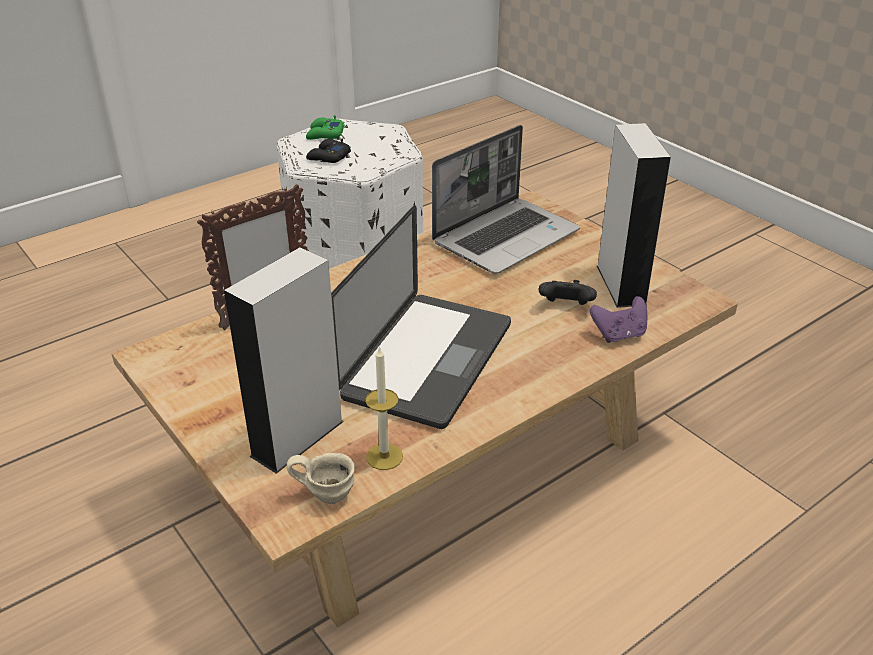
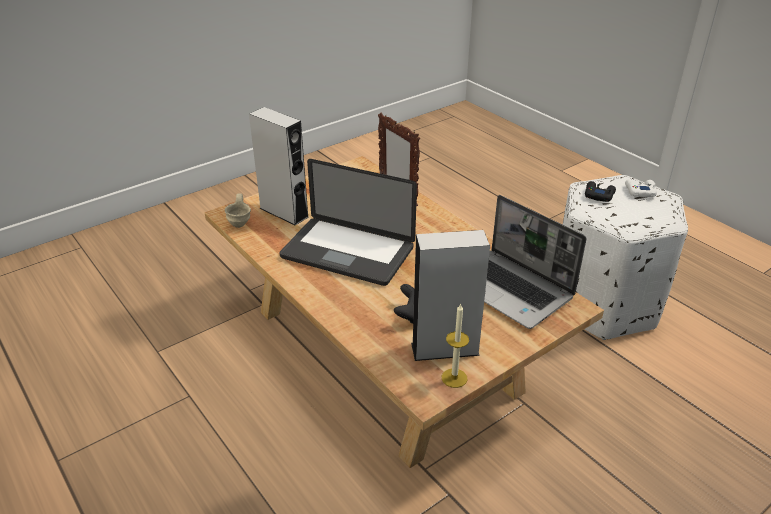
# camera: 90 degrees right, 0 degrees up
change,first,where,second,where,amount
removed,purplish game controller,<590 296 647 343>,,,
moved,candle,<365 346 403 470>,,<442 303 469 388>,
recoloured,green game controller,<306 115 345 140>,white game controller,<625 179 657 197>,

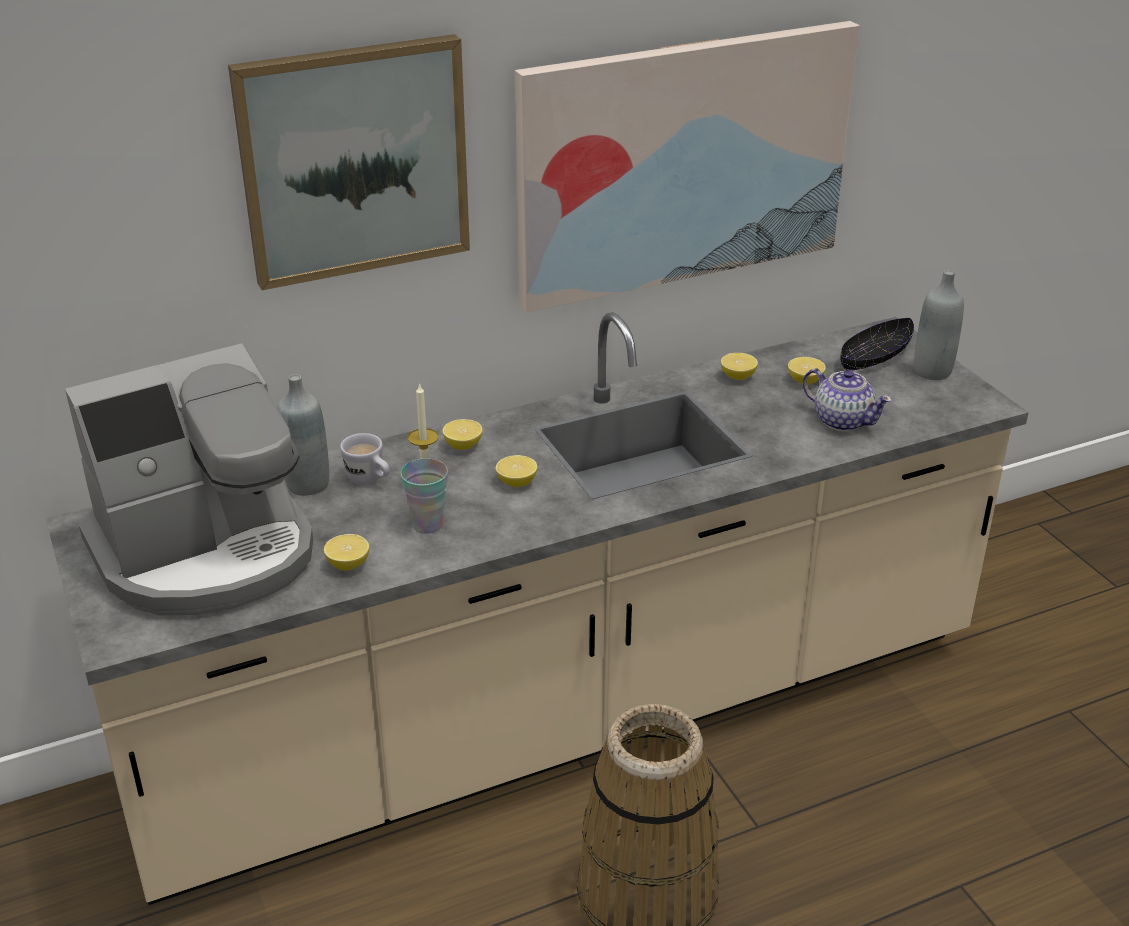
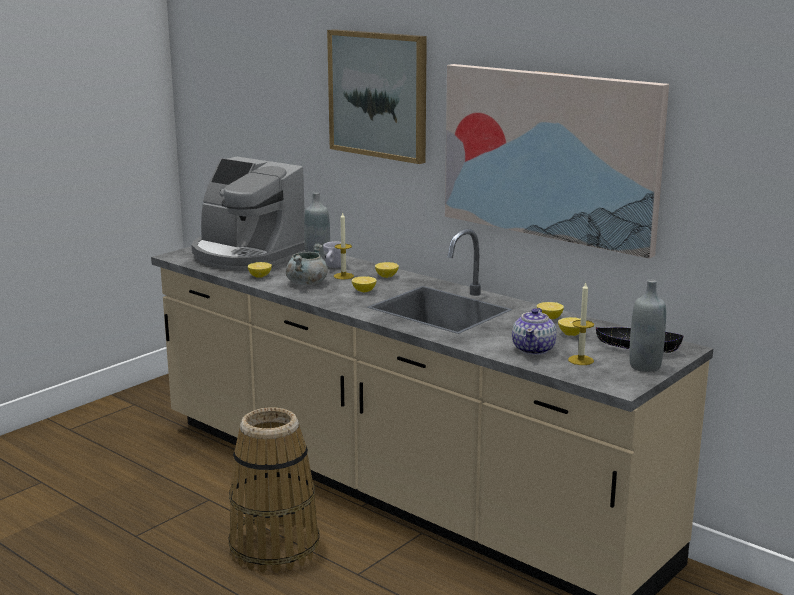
# camera: 65 degrees right, 15 degrees down
change,first,where,second,where,amount
added,,,candle,<568 283 594 365>,
replaced,cup,<400 458 448 534>,gray stockpot,<286 243 328 285>,

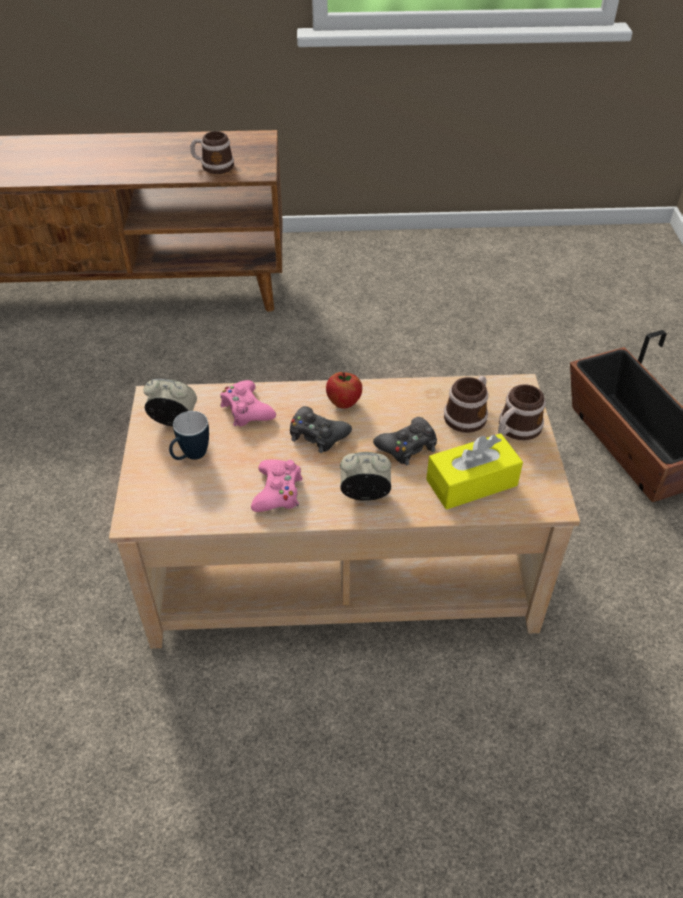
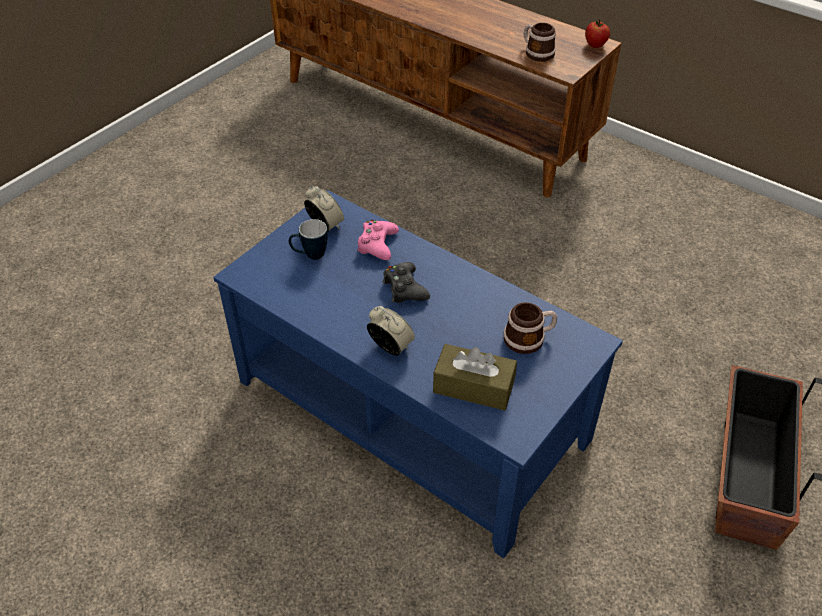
# camera: 40 degrees right, 0 degrees up
change,first,where,second,where,amount
removed,pinkish game controller,<251 459 303 512>,,,
removed,blackish game controller,<373 417 437 465>,,,
removed,tea mug,<498 384 546 440>,,,
moved,whole apple,<326 372 362 408>,,<585 19 610 48>,
recoloured,beige coffee table,<109 374 580 649>,blue-coloured coffee table,<213 190 623 558>,
recoloured,yellow box of tissues,<426 433 523 509>,brown box of tissues,<433 344 517 410>,

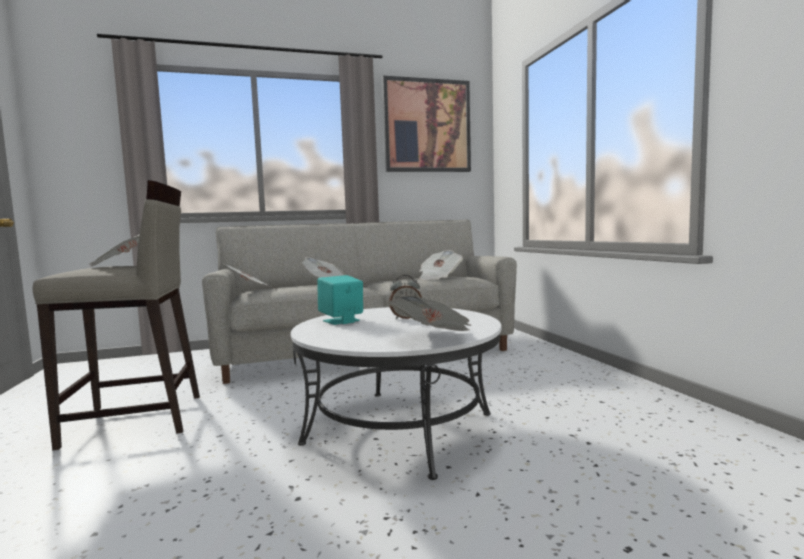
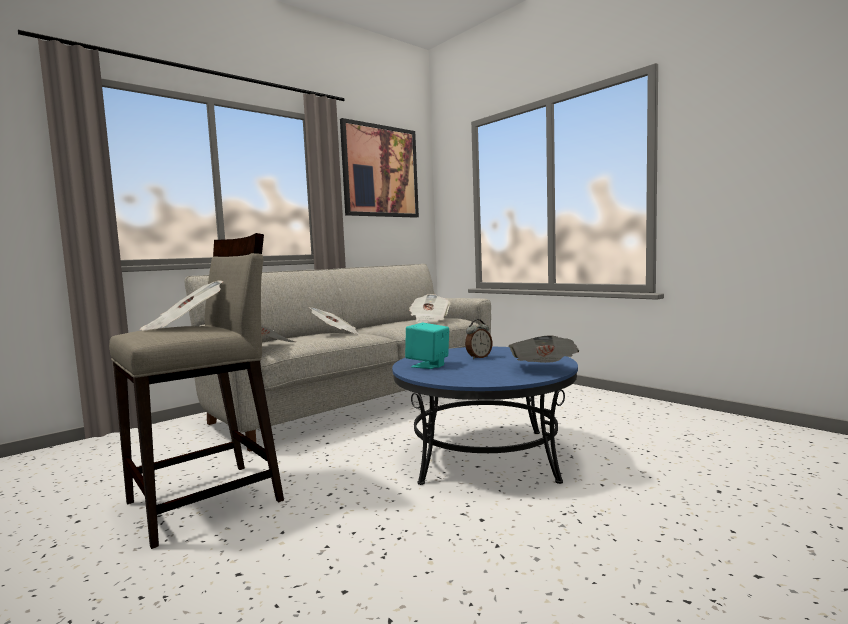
# camera: 25 degrees left, 0 degrees up
change,first,where,second,where,amount
recoloured,white coffee table,<291 307 501 480>,blue-coloured coffee table,<392 347 578 485>,

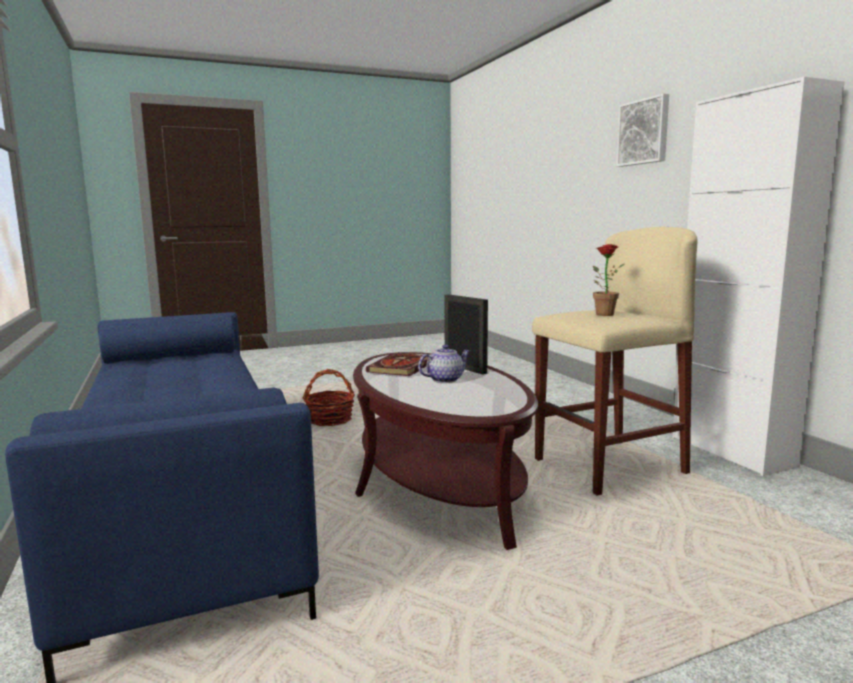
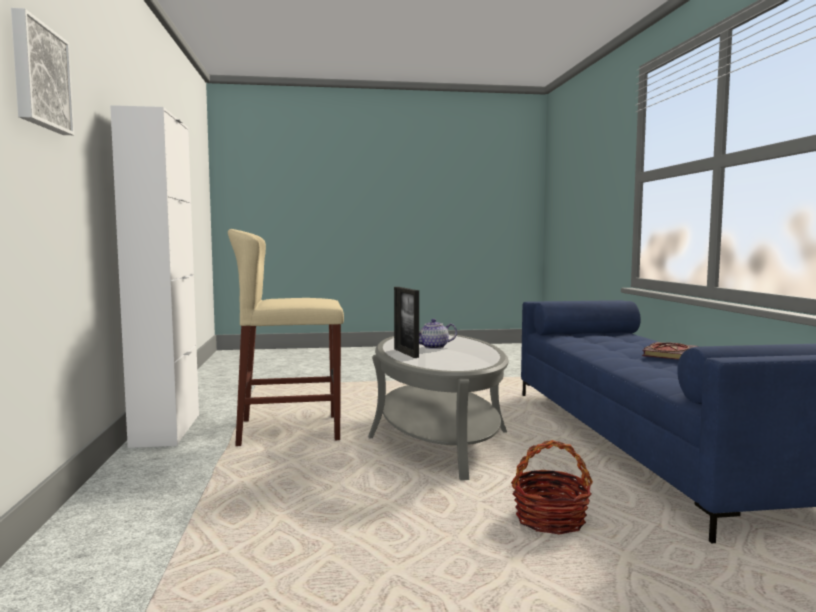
# camera: 165 degrees left, 5 degrees down
change,first,where,second,where,amount
removed,houseplant,<593 244 624 316>,,,
moved,book,<366 353 428 376>,,<642 342 699 360>,
recoloured,brown coffee table,<353 352 538 550>,gray coffee table,<368 334 508 480>,

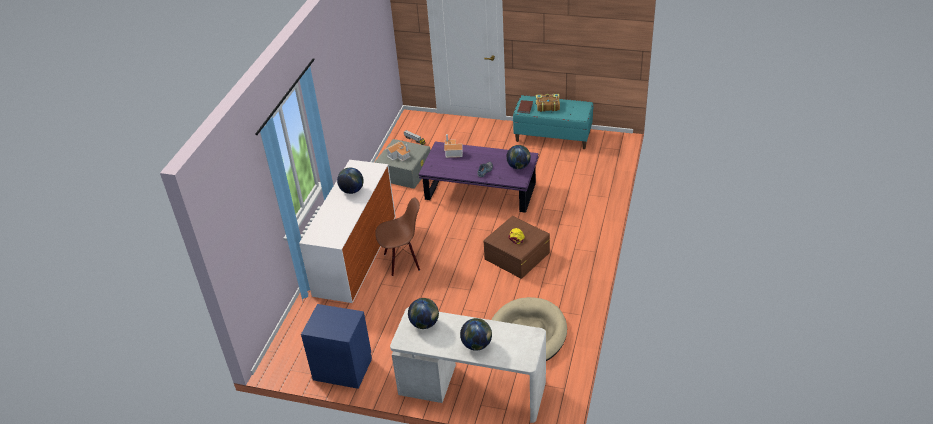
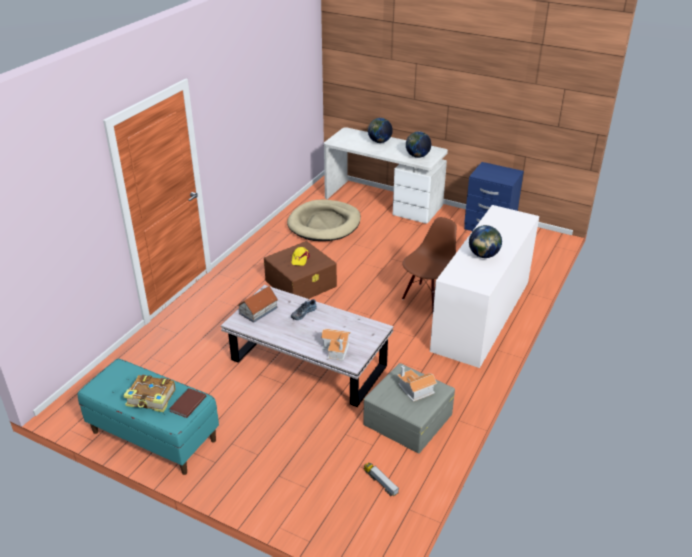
# camera: 170 degrees left, 5 degrees down
change,first,where,second,where,amount
replaced,globe,<506 145 531 169>,miniature house,<237 286 278 323>,
recoloured,purplish coffee table,<419 142 538 213>,white coffee table,<221 285 393 407>,
turned,brown upright chair,<375 197 420 276>,,<402 217 457 313>,135 degrees clockwise

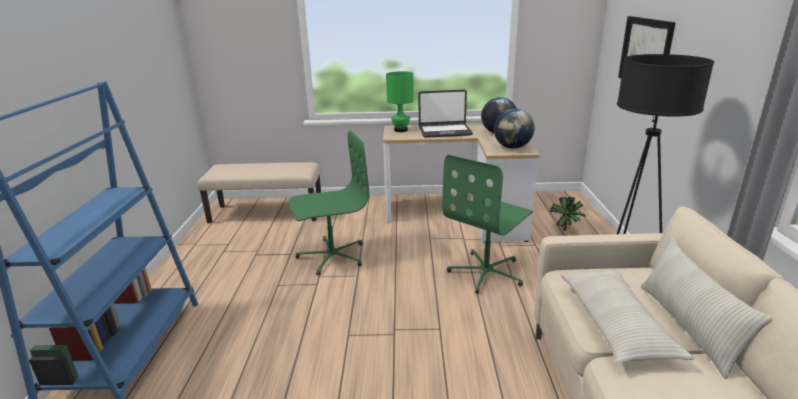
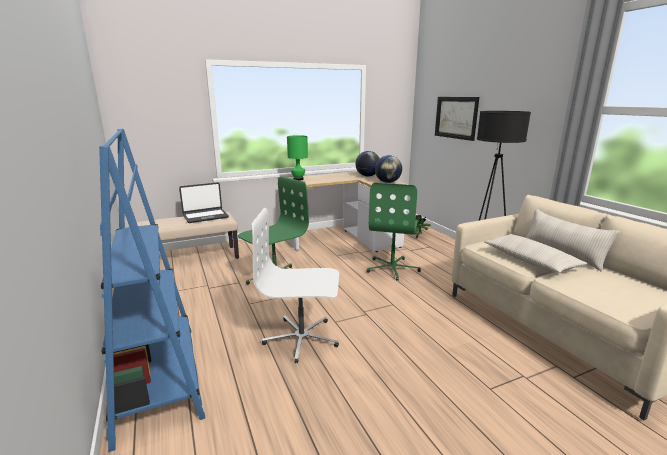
# camera: 25 degrees left, 5 degrees down
change,first,where,second,where,amount
added,,,white office chair,<252 208 339 363>,
moved,notebook computer,<418 90 473 138>,,<179 182 229 223>,

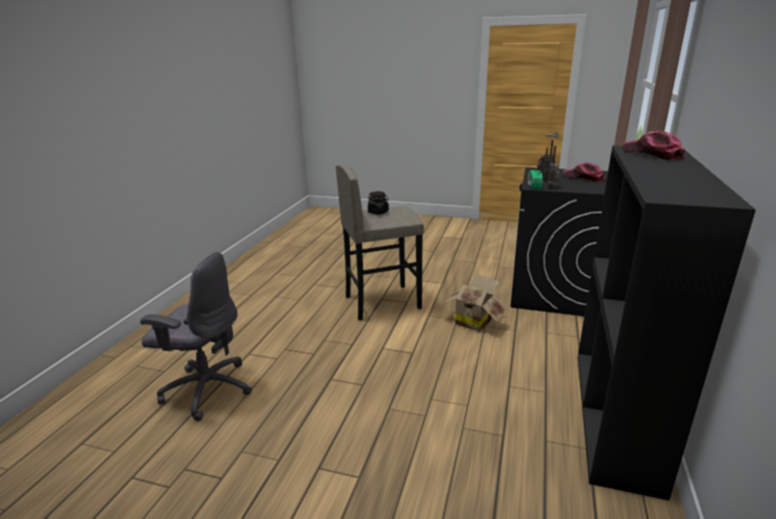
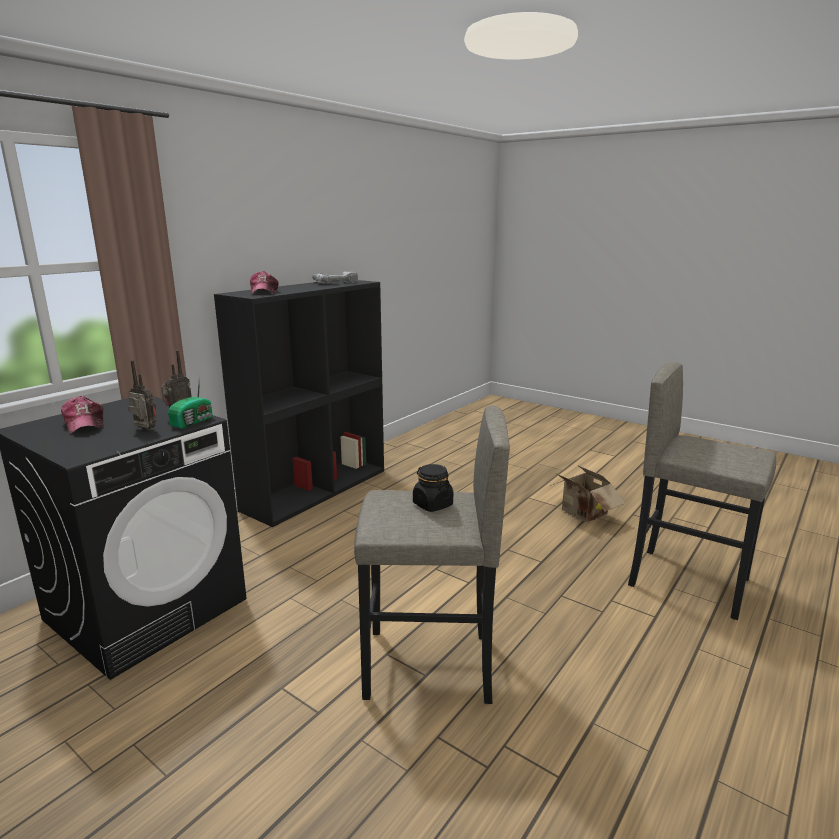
# camera: 160 degrees left, 5 degrees down
change,first,where,second,where,amount
added,,,drill,<312 271 358 284>,
moved,cardboard box,<442 275 508 332>,,<550 466 625 522>,
replaced,gray office chair,<140 252 252 421>,gray stool,<628 362 776 620>,

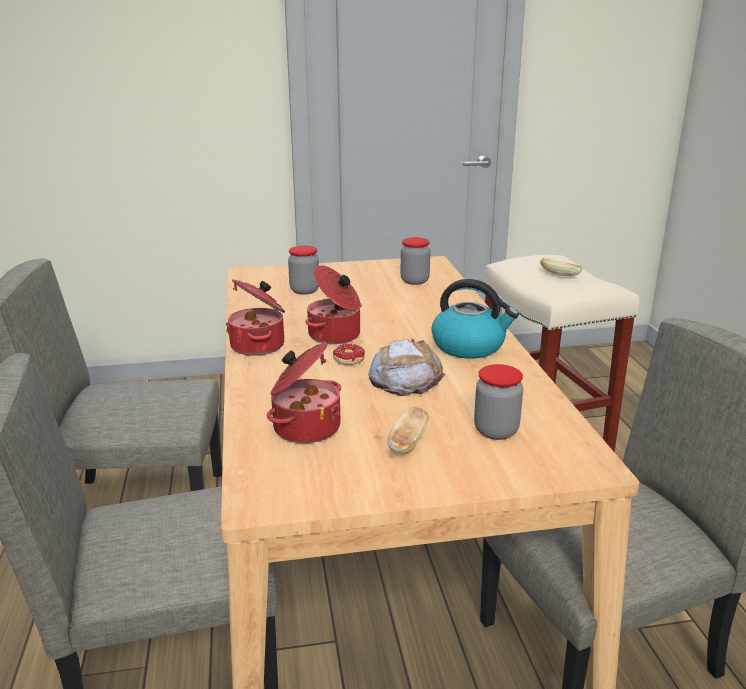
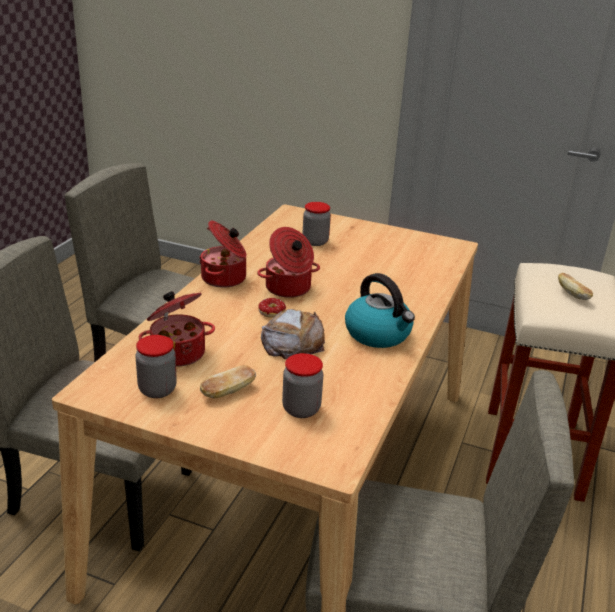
# camera: 30 degrees right, 5 degrees up
change,first,where,second,where,amount
moved,preserve jar,<401 237 430 285>,,<135 335 177 398>,

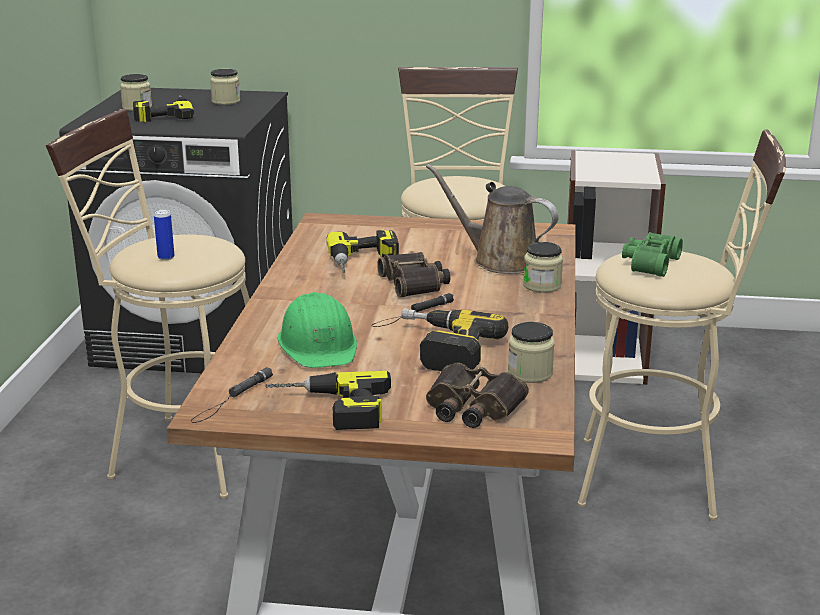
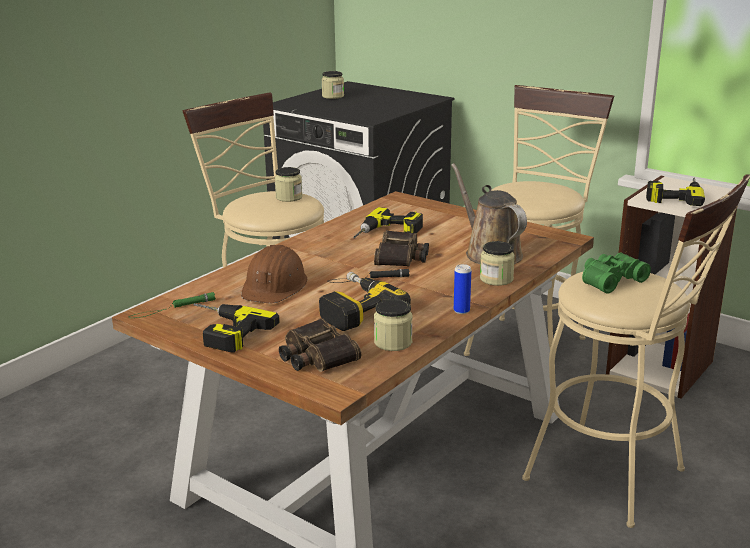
# camera: 30 degrees right, 0 degrees up
change,first,where,second,where,amount
moved,drill,<133 95 194 122>,,<646 178 705 206>,
moved,can,<154 209 175 260>,,<454 264 471 314>,
moved,preserve jar,<210 69 240 105>,,<275 167 302 202>,
recoloured,blackish hand torch,<191 367 273 423>,green hand torch,<128 292 216 318>,
recoloured,green hard hat,<278 292 357 368>,brown hard hat,<241 245 308 303>,

